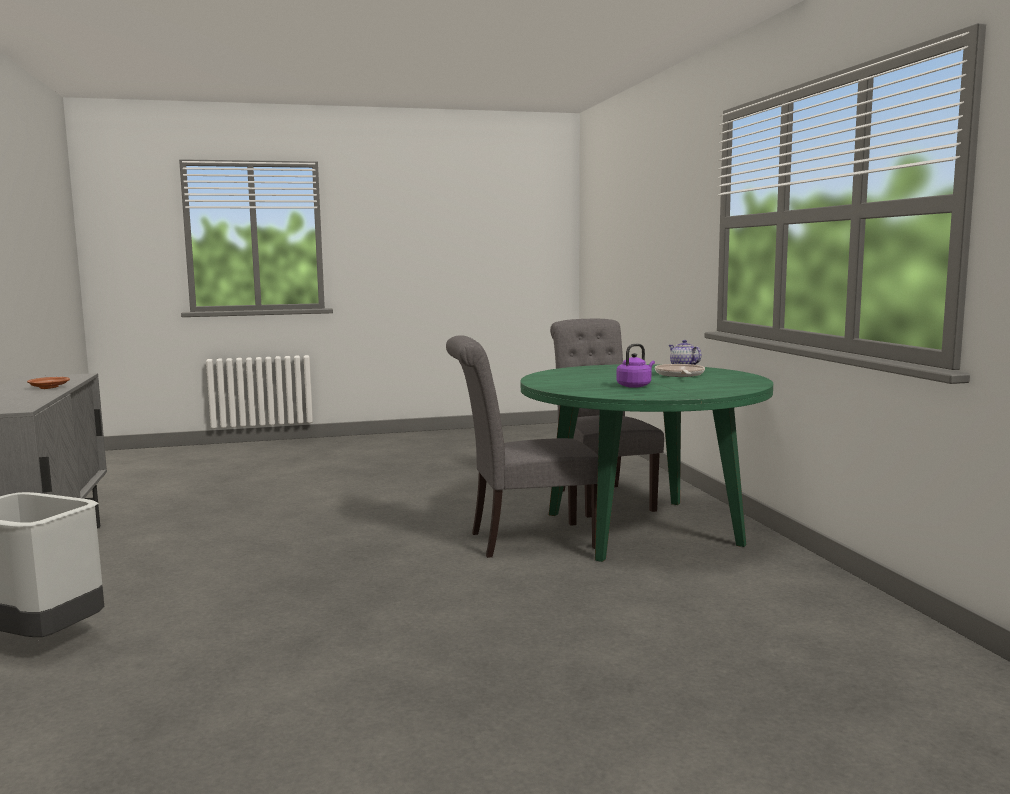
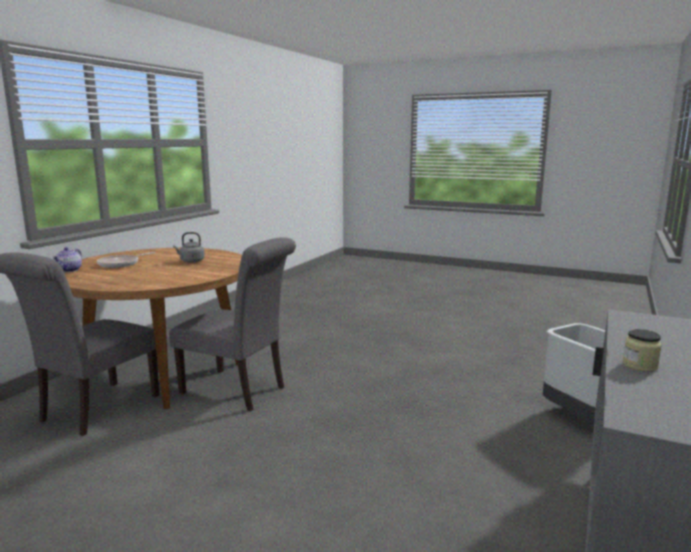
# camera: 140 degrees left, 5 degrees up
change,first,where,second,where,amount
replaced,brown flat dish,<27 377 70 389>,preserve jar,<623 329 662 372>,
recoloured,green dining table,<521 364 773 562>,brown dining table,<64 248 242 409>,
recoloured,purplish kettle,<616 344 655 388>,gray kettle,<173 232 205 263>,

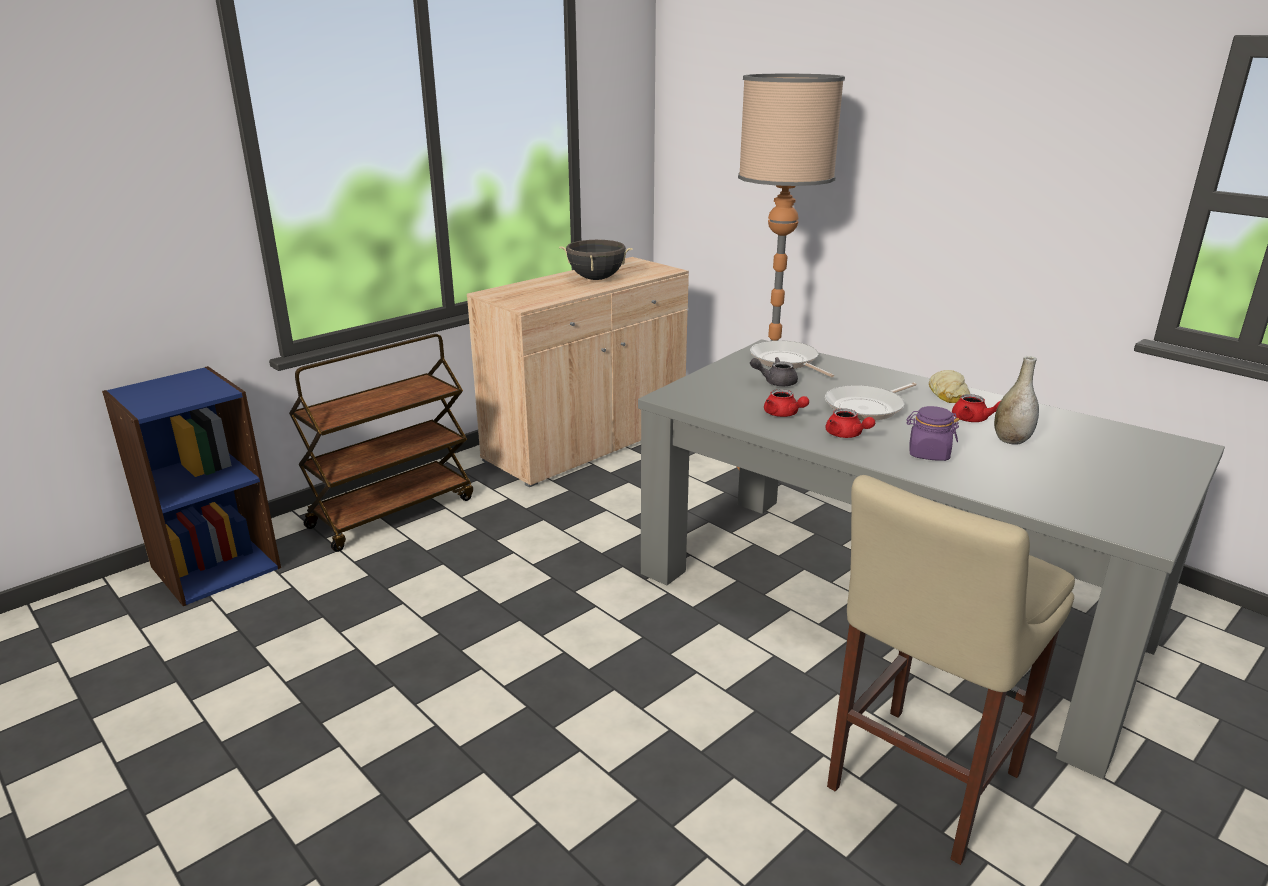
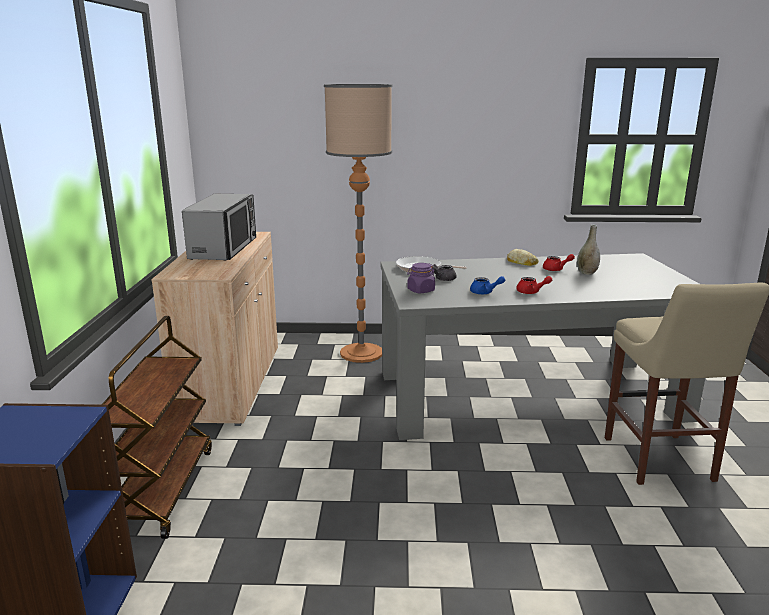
# camera: 45 degrees left, 5 degrees down
change,first,where,second,where,amount
removed,pan,<825 382 917 420>,,,
moved,purplish preserve jar,<907 406 959 461>,,<407 263 435 293>,
replaced,blackish stockpot,<559 239 633 280>,microwave oven,<182 194 256 261>,
recoloured,red-coloured tea pot,<764 389 809 417>,blue-coloured tea pot,<470 276 505 294>,

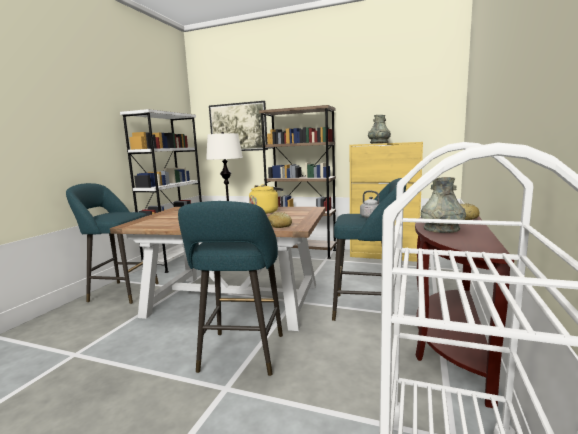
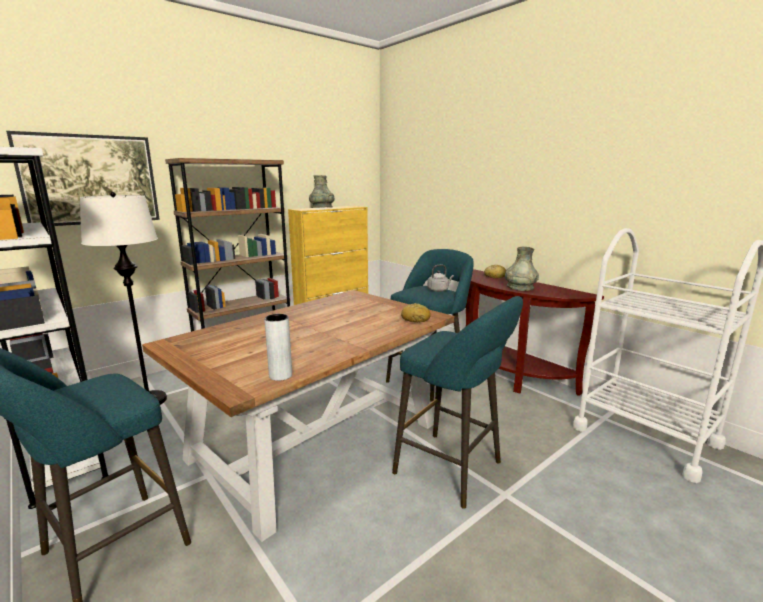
# camera: 60 degrees left, 5 degrees up
change,first,where,second,where,amount
removed,yellow kettle,<249 184 283 214>,,,
added,,,gray flower vase,<264 314 292 381>,

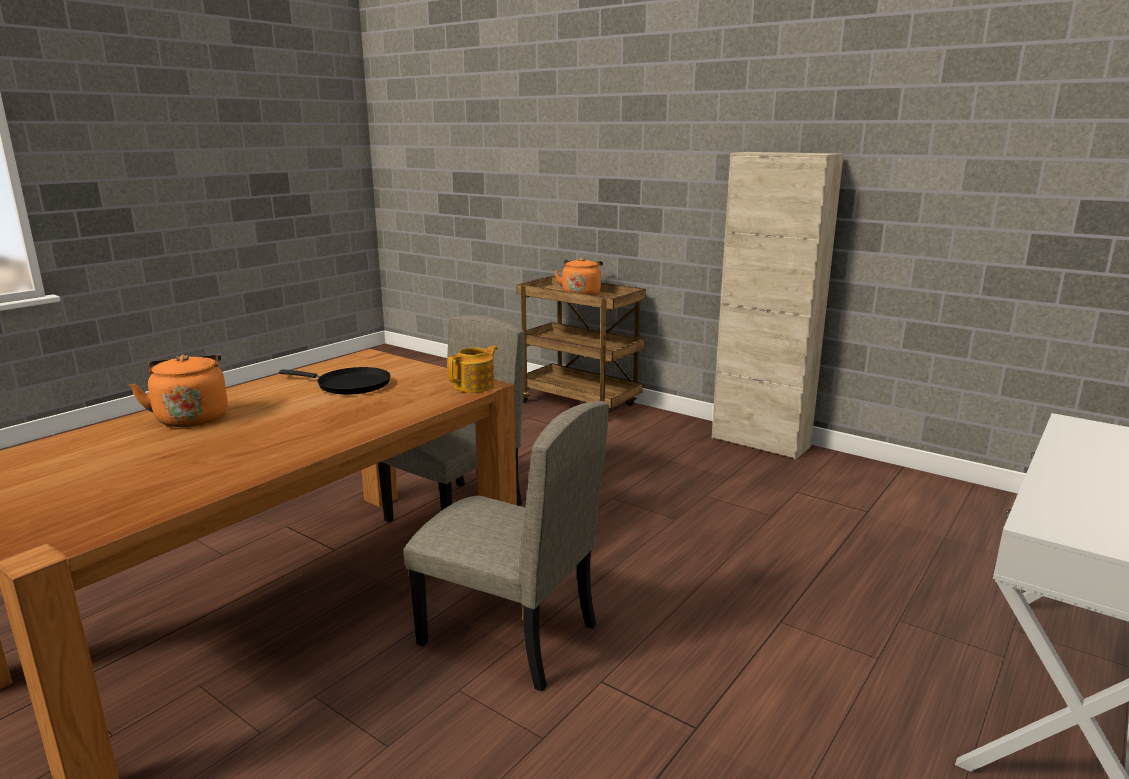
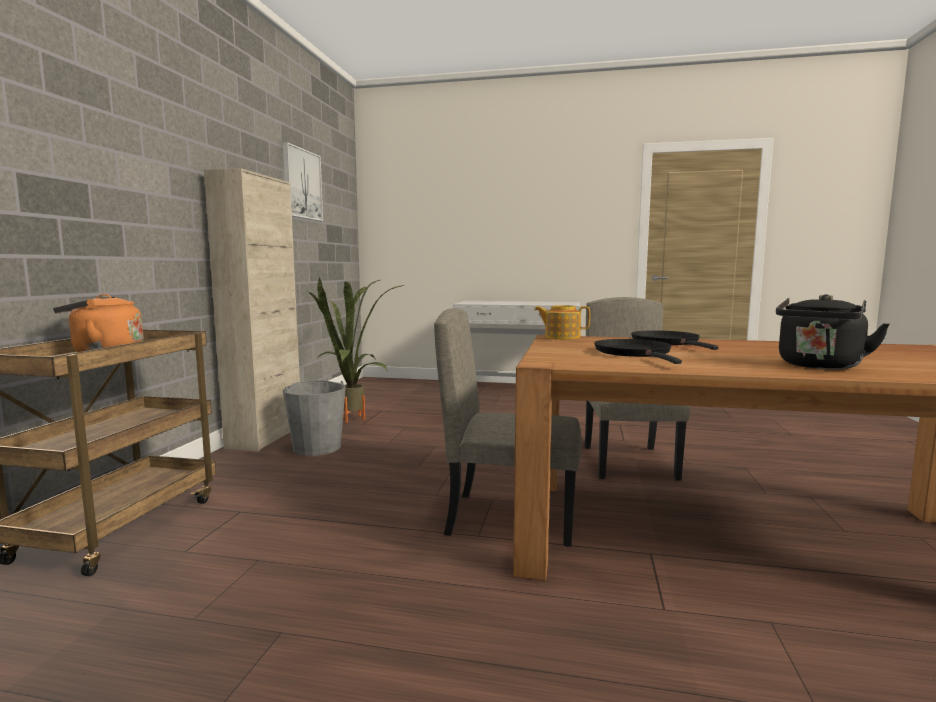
# camera: 115 degrees left, 10 degrees down
change,first,where,second,where,amount
added,,,wall picture,<283 142 323 221>,
added,,,gray bucket,<283 380 346 456>,
added,,,houseplant,<306 278 404 423>,
added,,,blackish pan,<631 330 719 350>,
recoloured,orange kettle,<129 354 228 427>,blackish kettle,<776 294 890 369>,

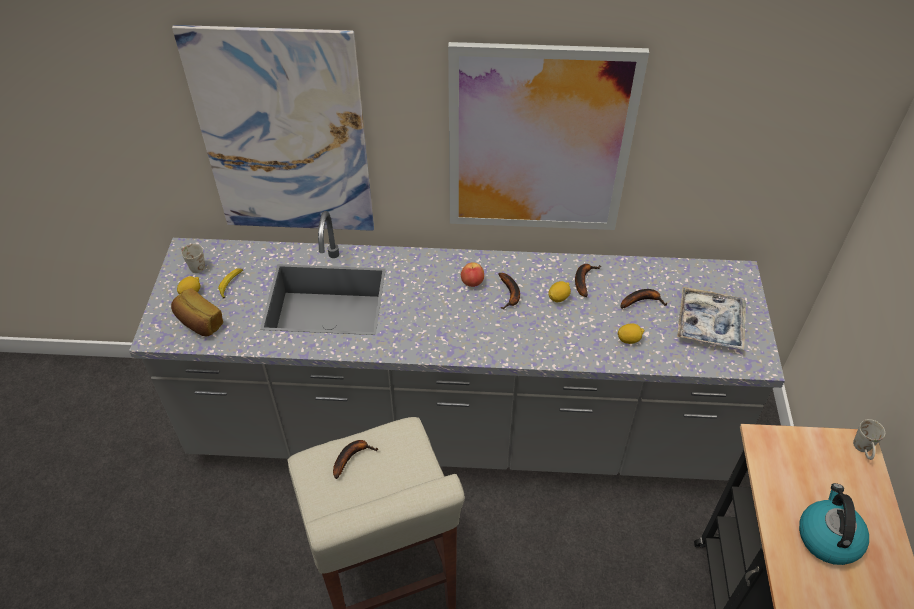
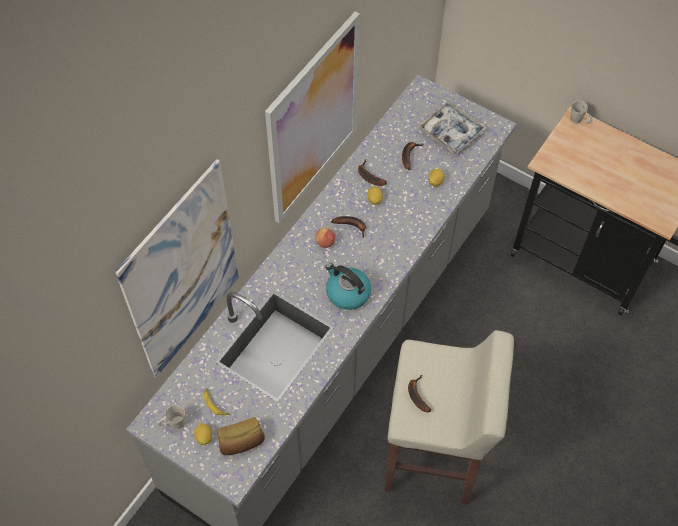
# camera: 60 degrees left, 10 degrees up
change,first,where,second,where,amount
moved,kettle,<799 483 869 565>,,<325 263 371 310>,

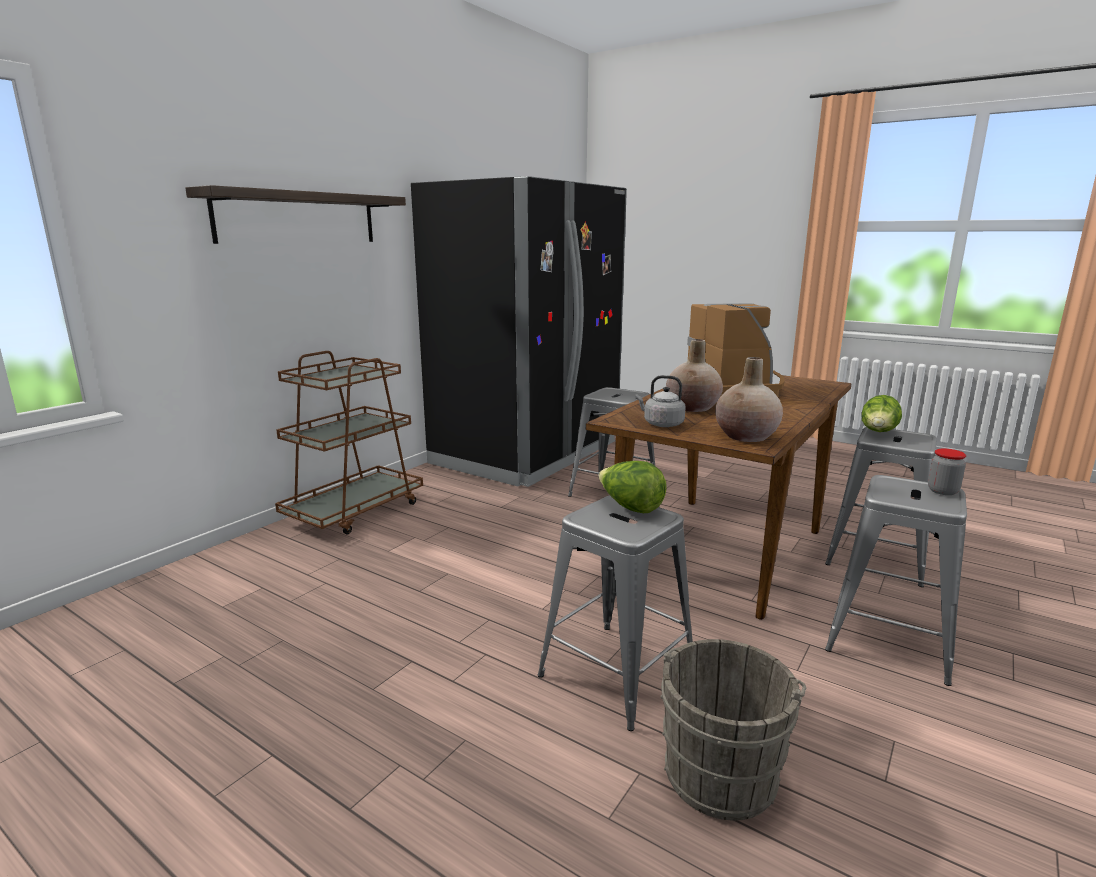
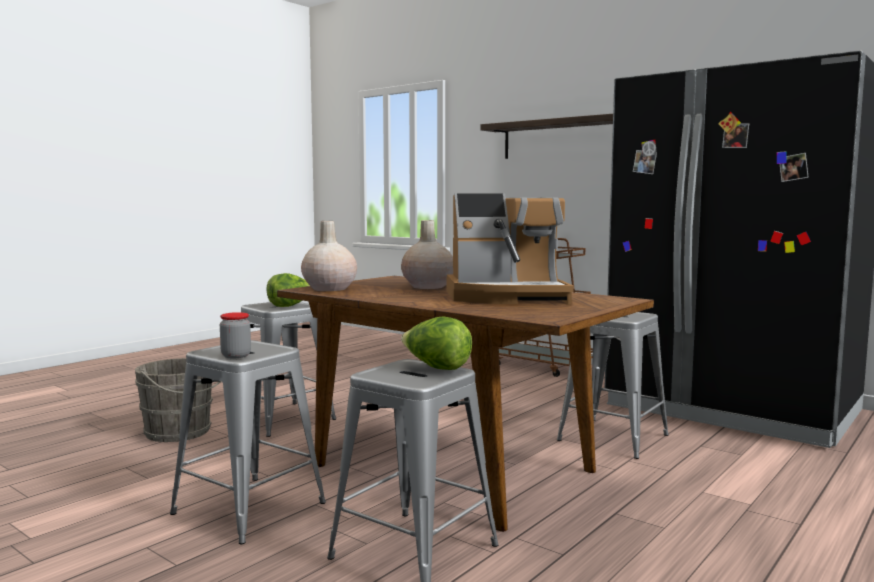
# camera: 95 degrees right, 10 degrees down
change,first,where,second,where,amount
removed,gray kettle,<636 375 686 427>,,,

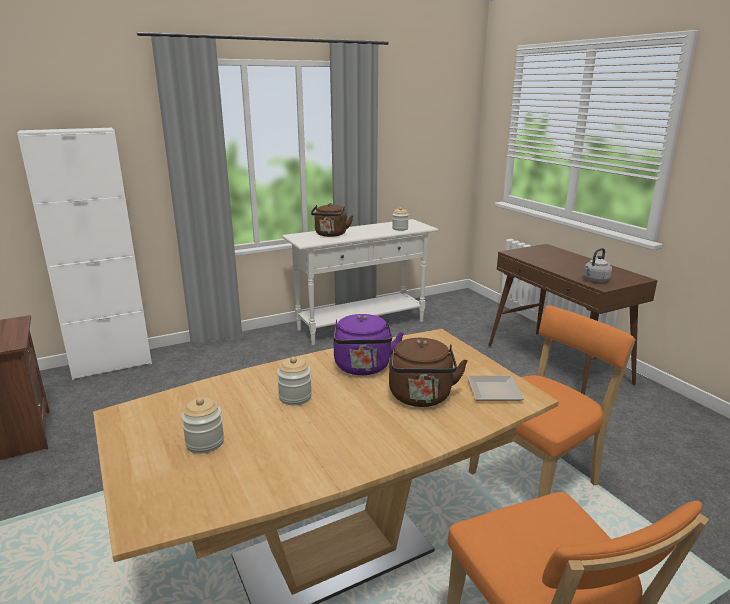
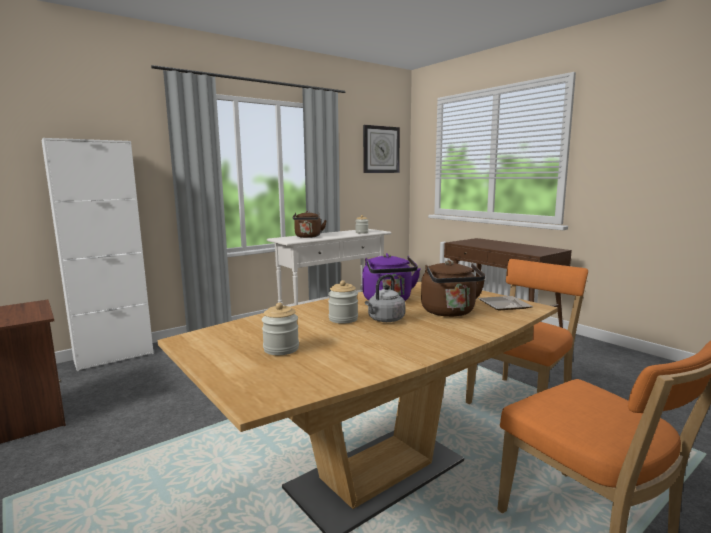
# camera: 10 degrees left, 10 degrees down
change,first,where,second,where,amount
added,,,hanging clock,<363 125 400 173>,
moved,gray kettle,<583 248 612 282>,,<365 274 405 322>,

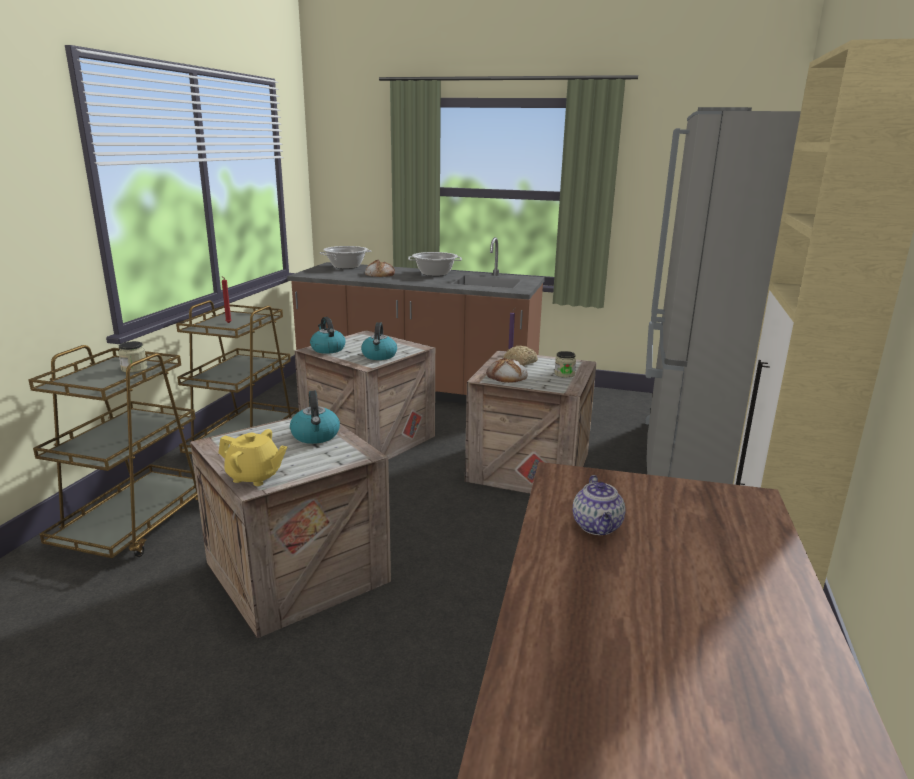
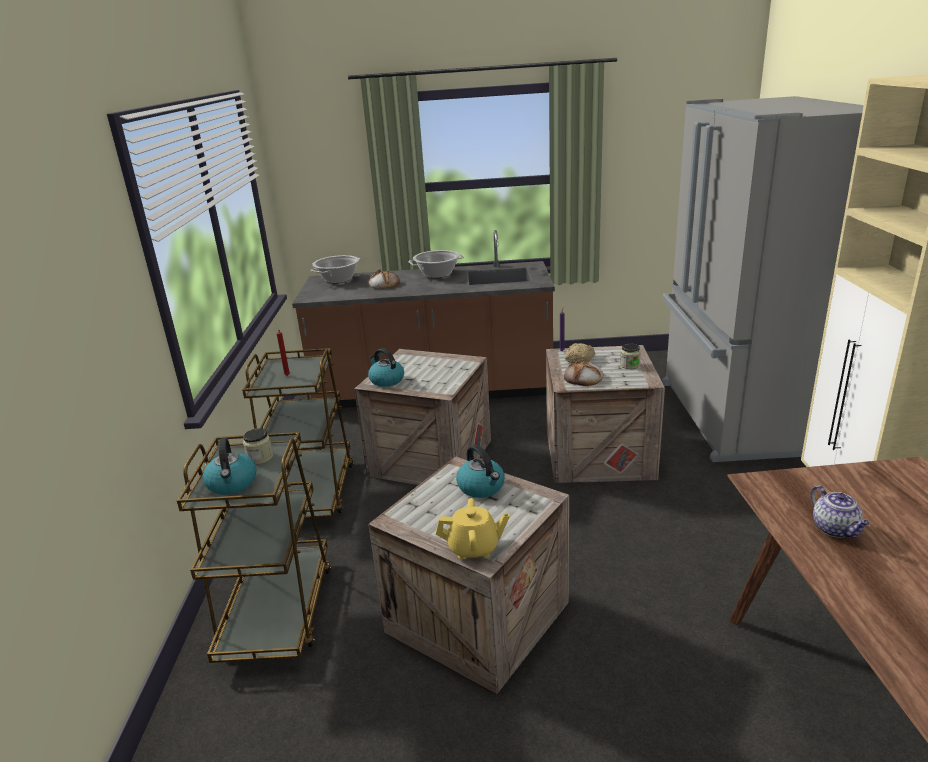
# camera: 15 degrees left, 5 degrees up
change,first,where,second,where,amount
moved,kettle,<361 322 397 360>,,<203 438 257 495>,

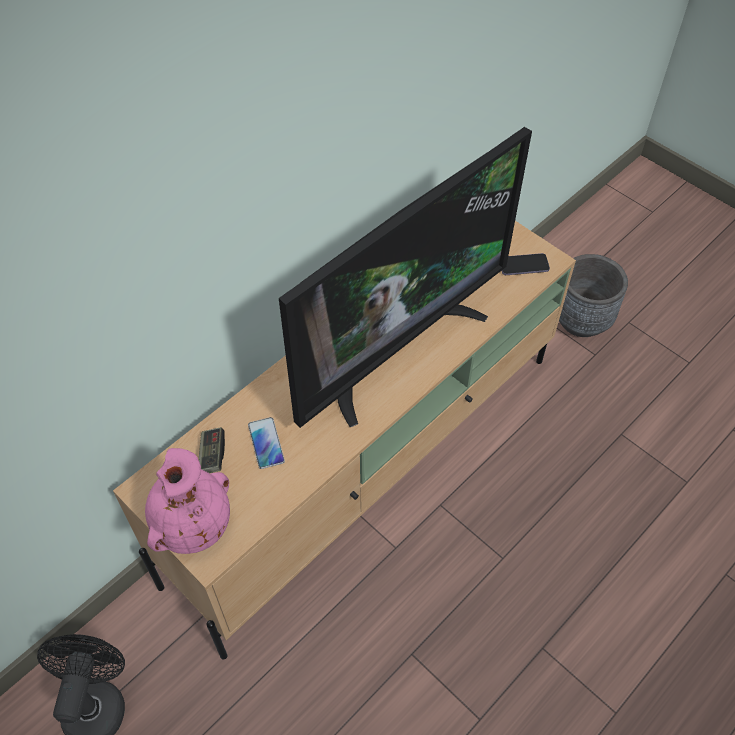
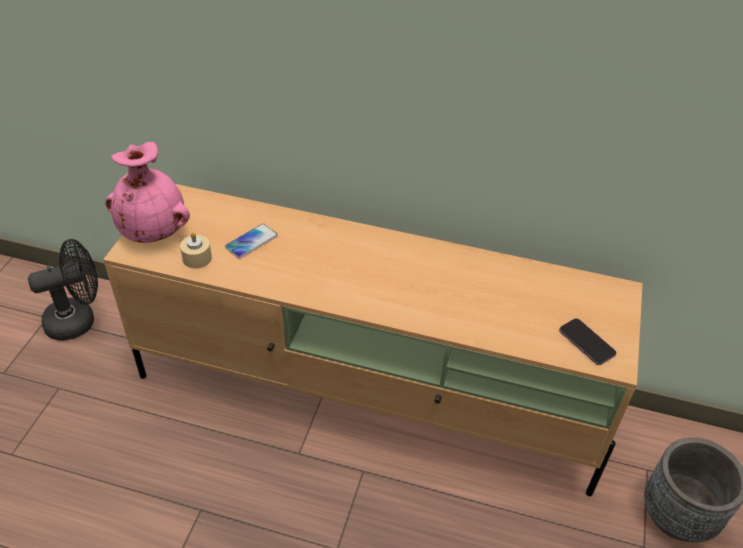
# camera: 60 degrees right, 10 degrees down
change,first,where,second,where,amount
removed,game controller,<199 427 225 473>,,,
removed,TV,<279 127 532 428>,,,
added,,,beige candle,<180 233 212 269>,

